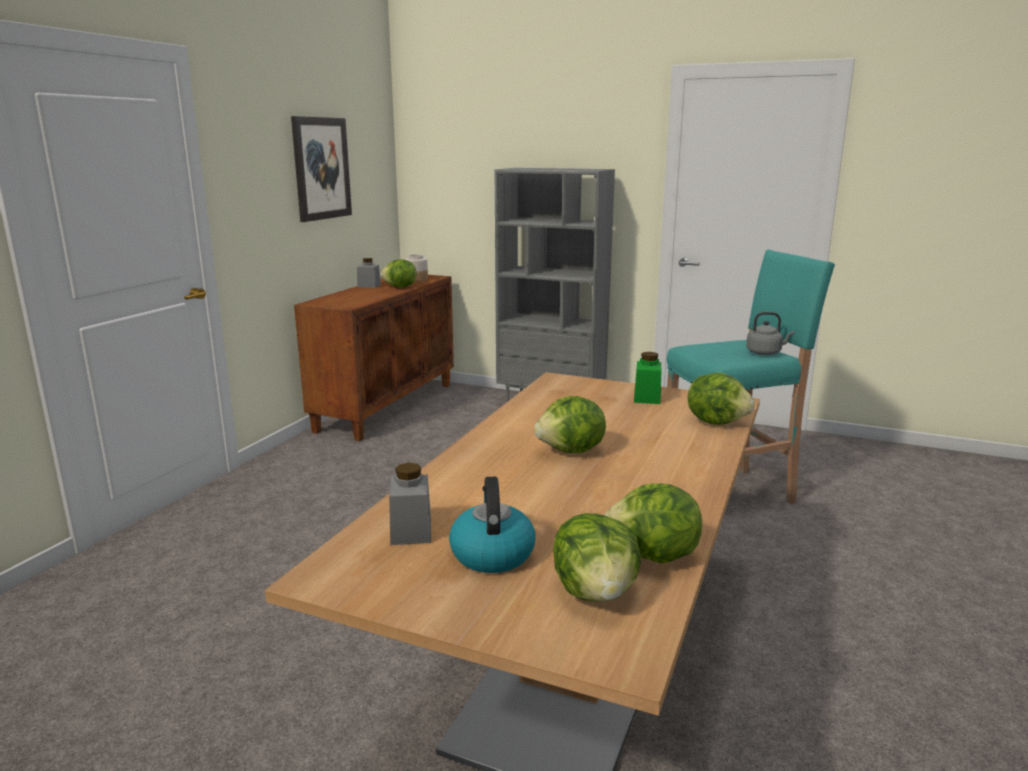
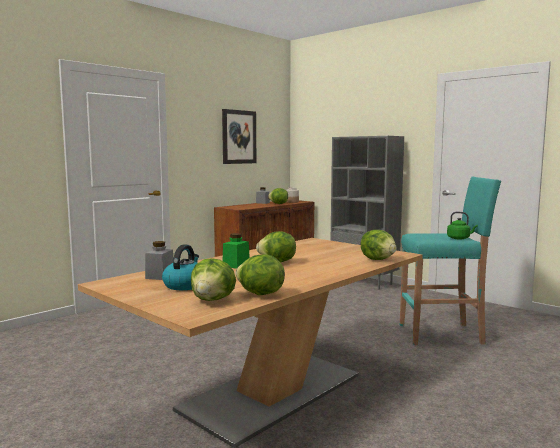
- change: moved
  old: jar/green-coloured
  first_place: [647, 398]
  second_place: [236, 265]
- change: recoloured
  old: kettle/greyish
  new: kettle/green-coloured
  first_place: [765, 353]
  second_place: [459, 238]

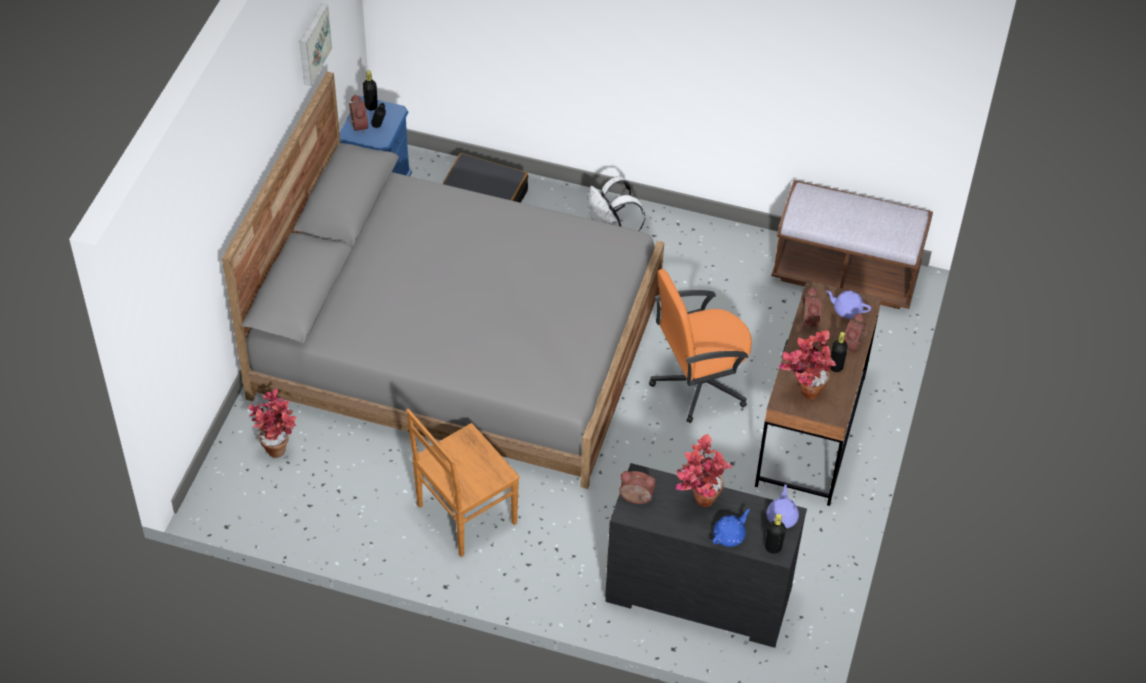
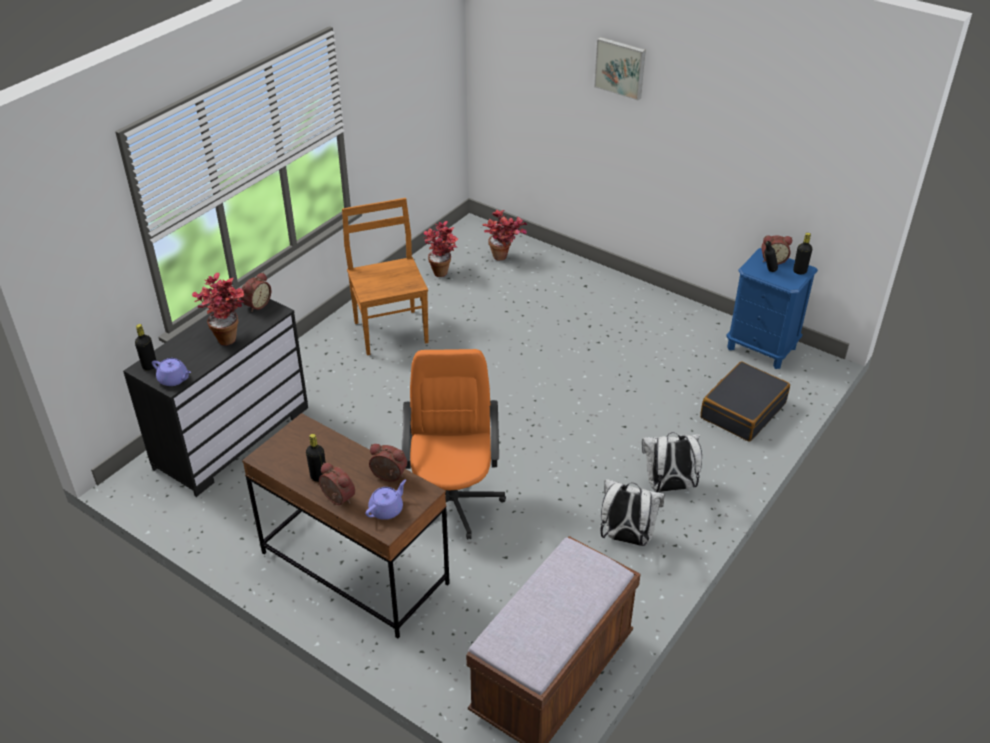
- change: removed
  old: bed/greyish
  first_place: [457, 344]
- change: moved
  old: wall picture
  first_place: [312, 44]
  second_place: [620, 67]
- change: removed
  old: tea pot/blue
  first_place: [729, 535]
- change: moved
  old: potted plant
  first_place: [802, 392]
  second_place: [442, 270]
- change: added
  new: rucksack/white-coloured
  second_place: [626, 538]

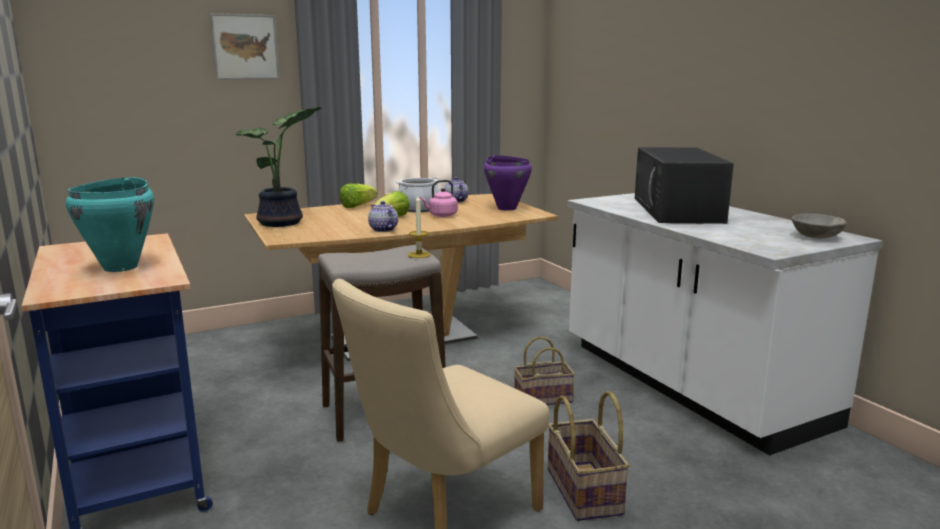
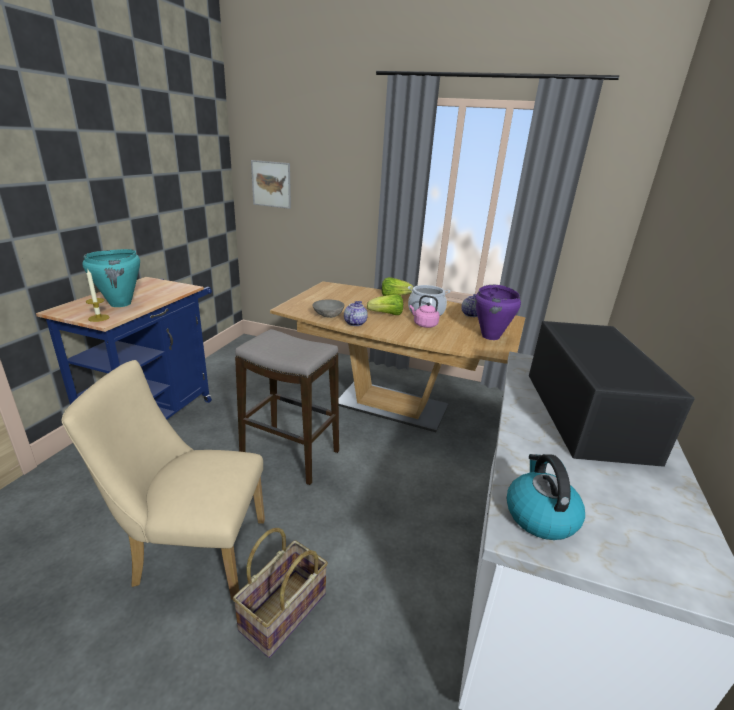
- change: moved
  old: wall picture
  first_place: [245, 47]
  second_place: [271, 184]
- change: removed
  old: potted plant
  first_place: [283, 223]
- change: moved
  old: wax candle
  first_place: [419, 255]
  second_place: [98, 318]
- change: removed
  old: storage basket
  first_place: [544, 398]
- change: turned
  old: microwave oven/blackish
  first_place: [678, 210]
  second_place: [584, 412]
  degrees: 135
- change: moved
  old: bowl/greyish
  first_place: [816, 236]
  second_place: [328, 315]
- change: added
  new: kettle
  second_place: [539, 515]

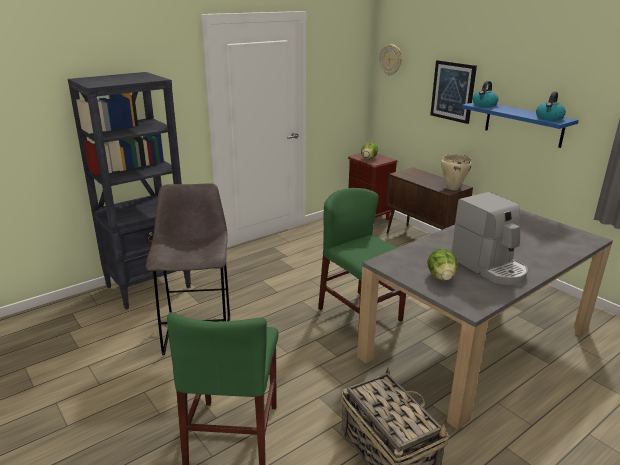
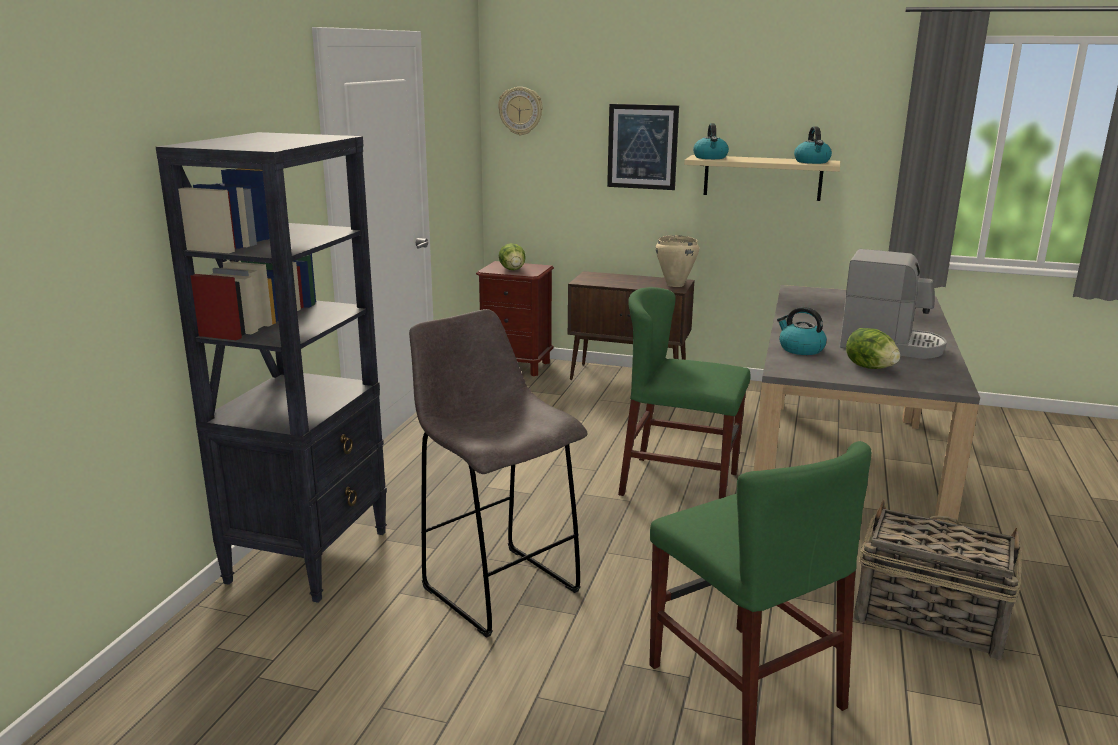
- change: recoloured
  old: wall shelf/blue
  new: wall shelf/beige-coloured
  first_place: [523, 124]
  second_place: [762, 177]
- change: added
  new: kettle
  second_place: [800, 349]

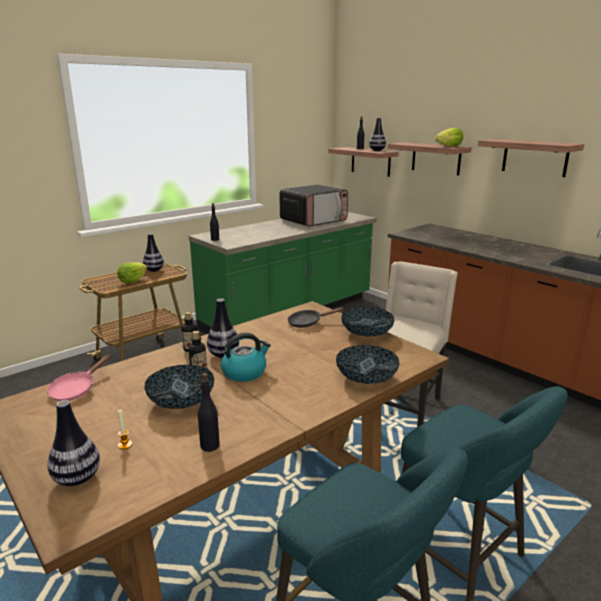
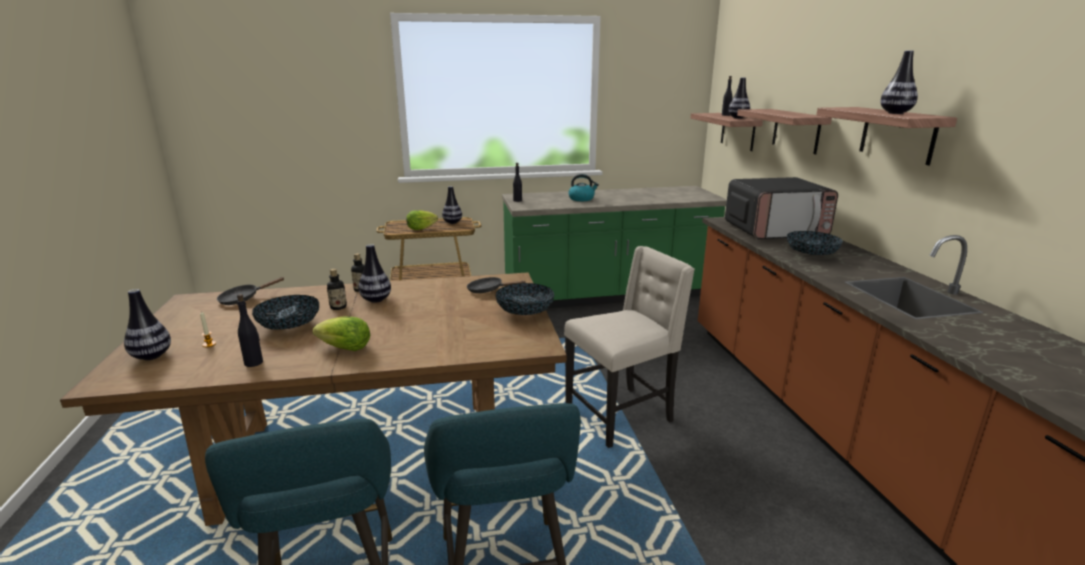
- change: recoloured
  old: pan/pink-coloured
  new: pan/blackish
  first_place: [76, 389]
  second_place: [243, 299]
- change: moved
  old: kettle
  first_place: [245, 372]
  second_place: [582, 199]
- change: moved
  old: microwave oven
  first_place: [314, 221]
  second_place: [775, 231]
- change: moved
  old: bowl
  first_place: [366, 378]
  second_place: [811, 255]
- change: moved
  old: head of lettuce
  first_place: [449, 146]
  second_place: [345, 348]
- change: added
  new: flower vase
  second_place: [895, 113]

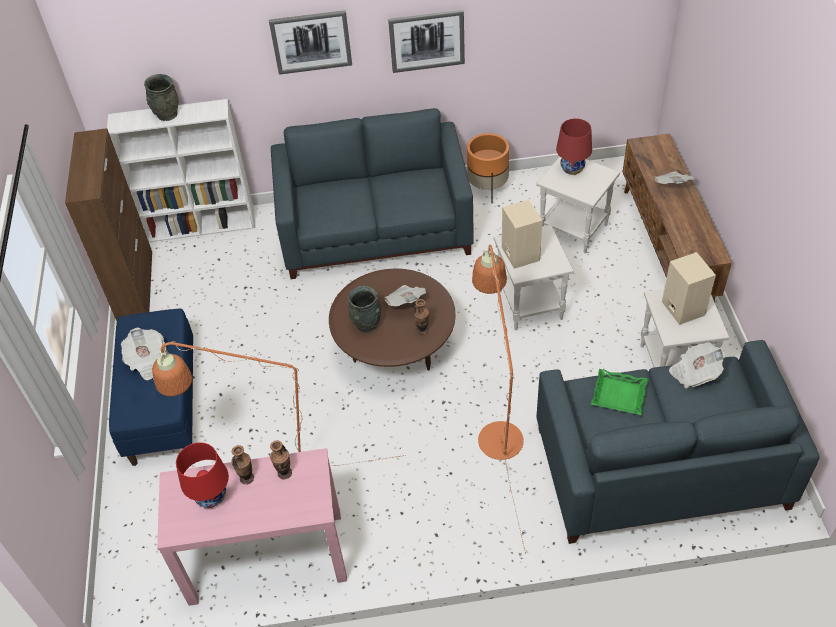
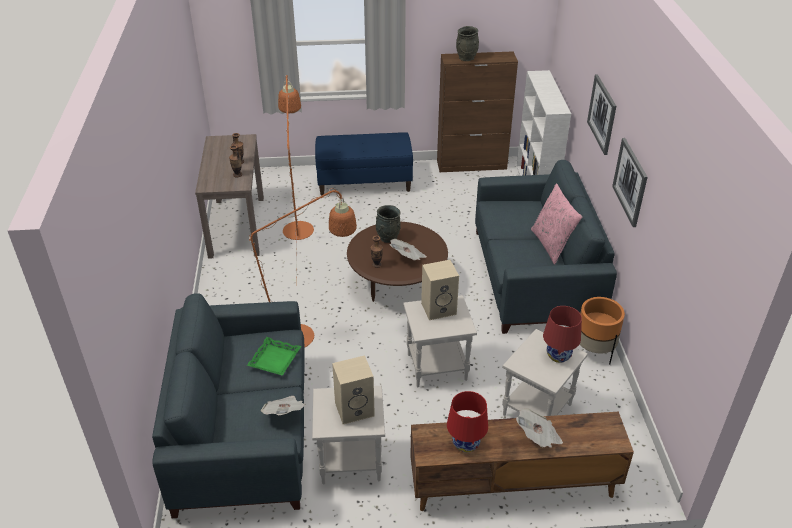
- change: removed
  old: printed paper
  first_place: [148, 361]
- change: moved
  old: flower vase/greyish
  first_place: [167, 114]
  second_place: [466, 58]
- change: recoloured
  old: console table/pink-coloured
  new: console table/brownish
  first_place: [266, 558]
  second_place: [237, 226]
- change: moved
  old: lamp for a table/red
  first_place: [211, 496]
  second_place: [466, 444]
- change: added
  new: cushion/pink-coloured
  second_place: [552, 245]

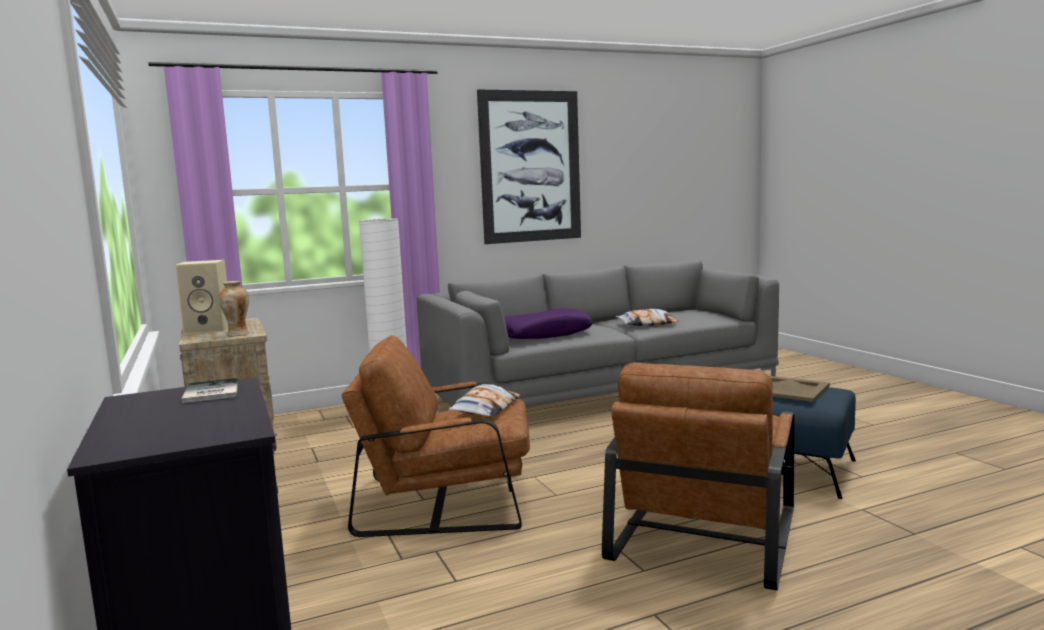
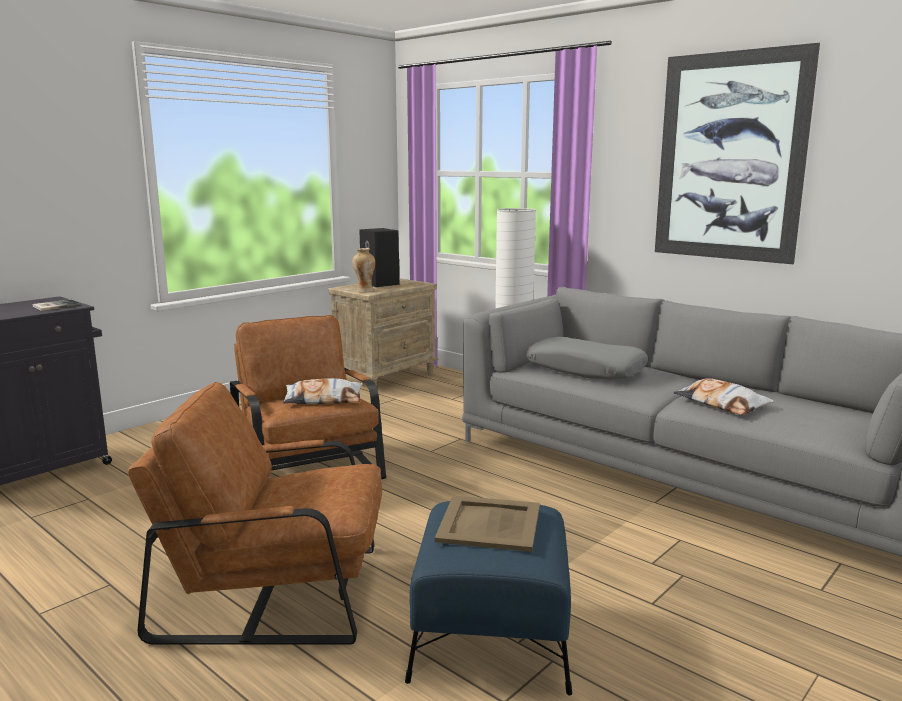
- change: recoloured
  old: audio speaker/beige-coloured
  new: audio speaker/blackish
  first_place: [209, 329]
  second_place: [381, 284]
- change: recoloured
  old: cushion/purple
  new: cushion/greyish
  first_place: [543, 334]
  second_place: [586, 370]

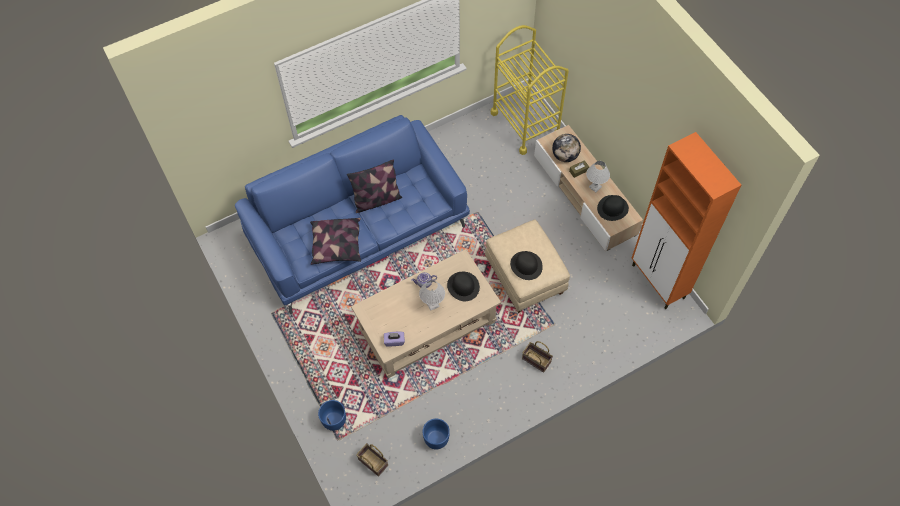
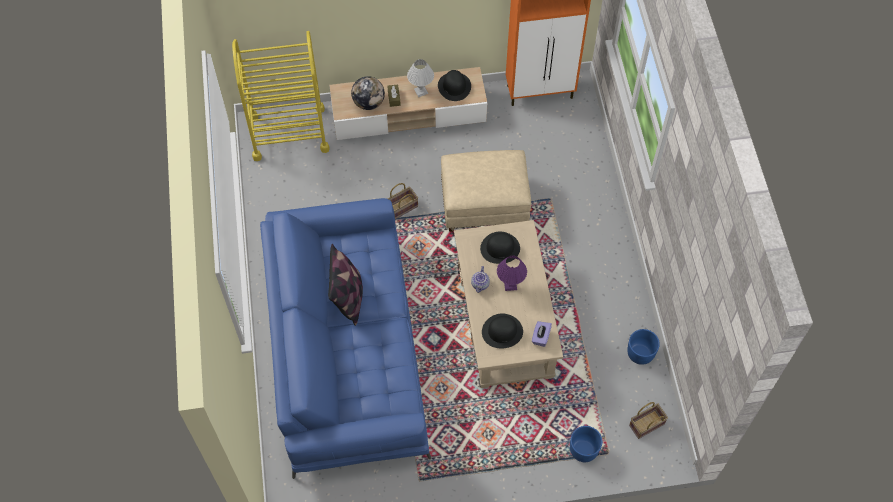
- change: removed
  old: cushion
  first_place: [337, 246]
- change: recoloured
  old: lamp for a table/white-coloured
  new: lamp for a table/purple
  first_place: [432, 304]
  second_place: [510, 285]
- change: moved
  old: hat/blackish
  first_place: [526, 265]
  second_place: [502, 331]
- change: moved
  old: storage basket
  first_place: [535, 360]
  second_place: [401, 208]

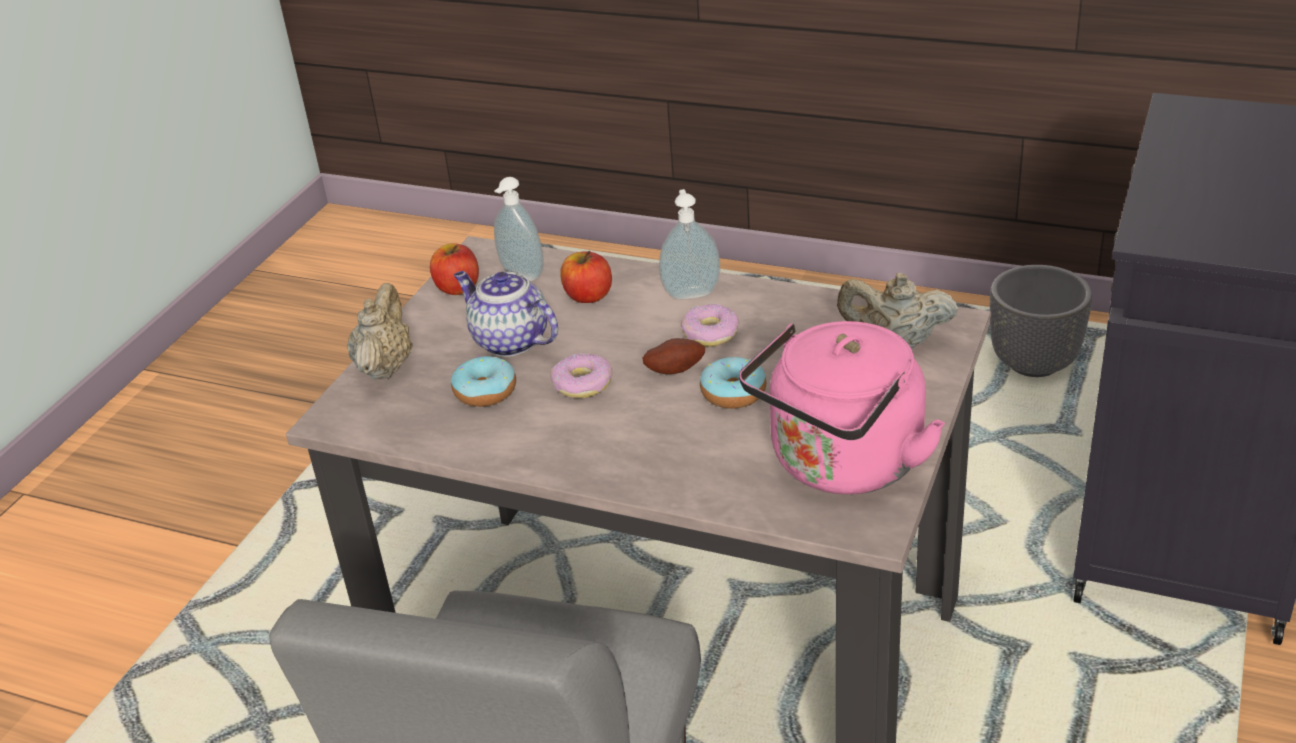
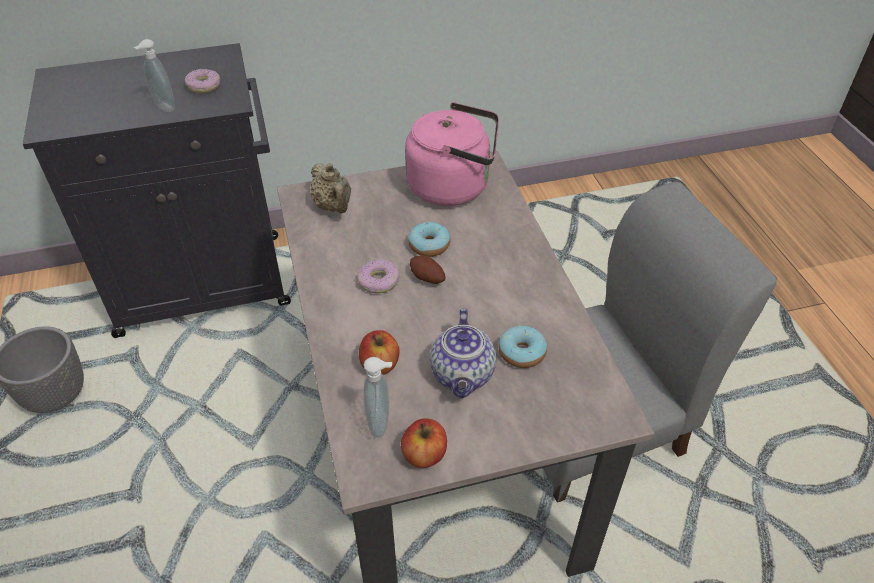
- change: removed
  old: tea pot/beige-coloured
  first_place: [385, 366]
- change: moved
  old: ring doughnut
  first_place: [582, 384]
  second_place: [204, 86]
- change: moved
  old: liquid soap bottle
  first_place: [691, 293]
  second_place: [163, 107]

